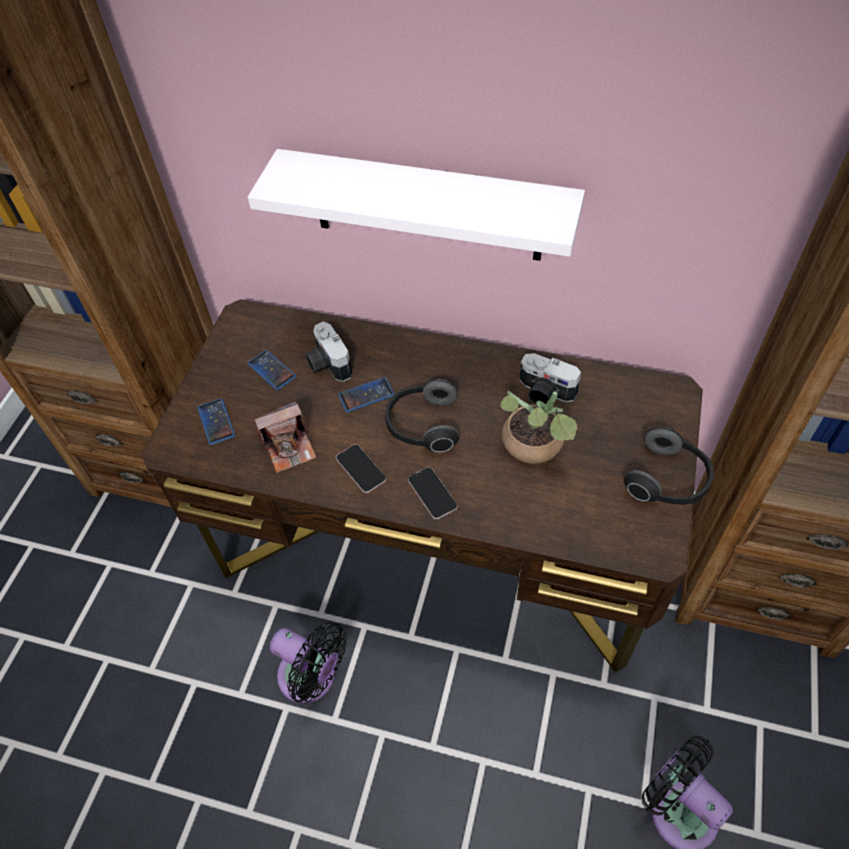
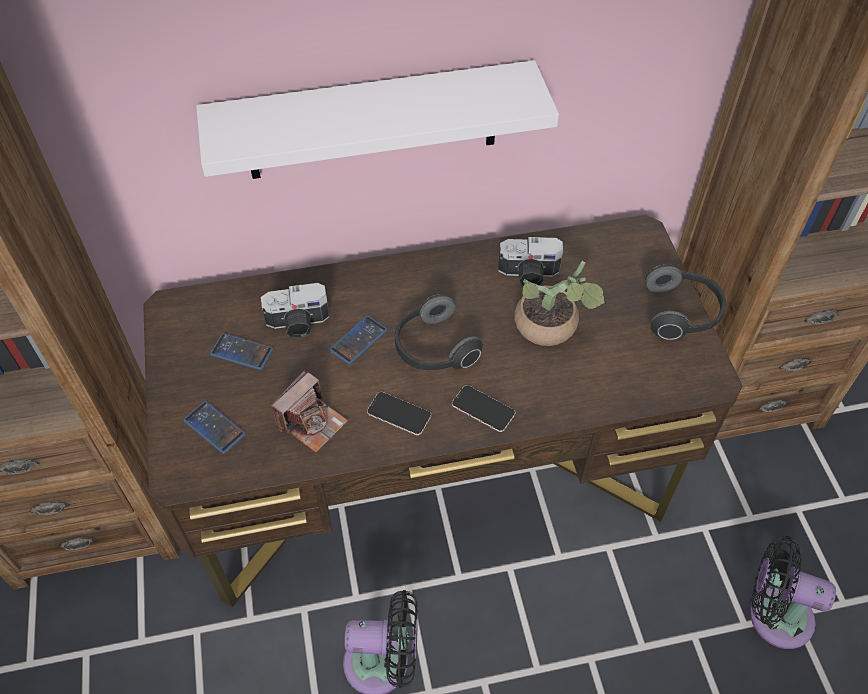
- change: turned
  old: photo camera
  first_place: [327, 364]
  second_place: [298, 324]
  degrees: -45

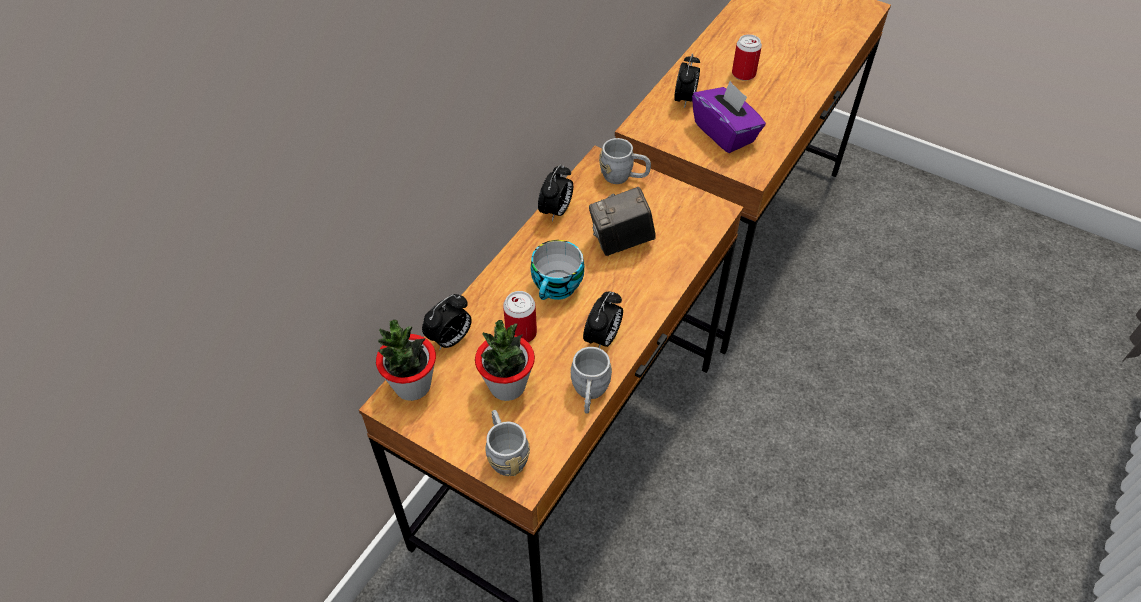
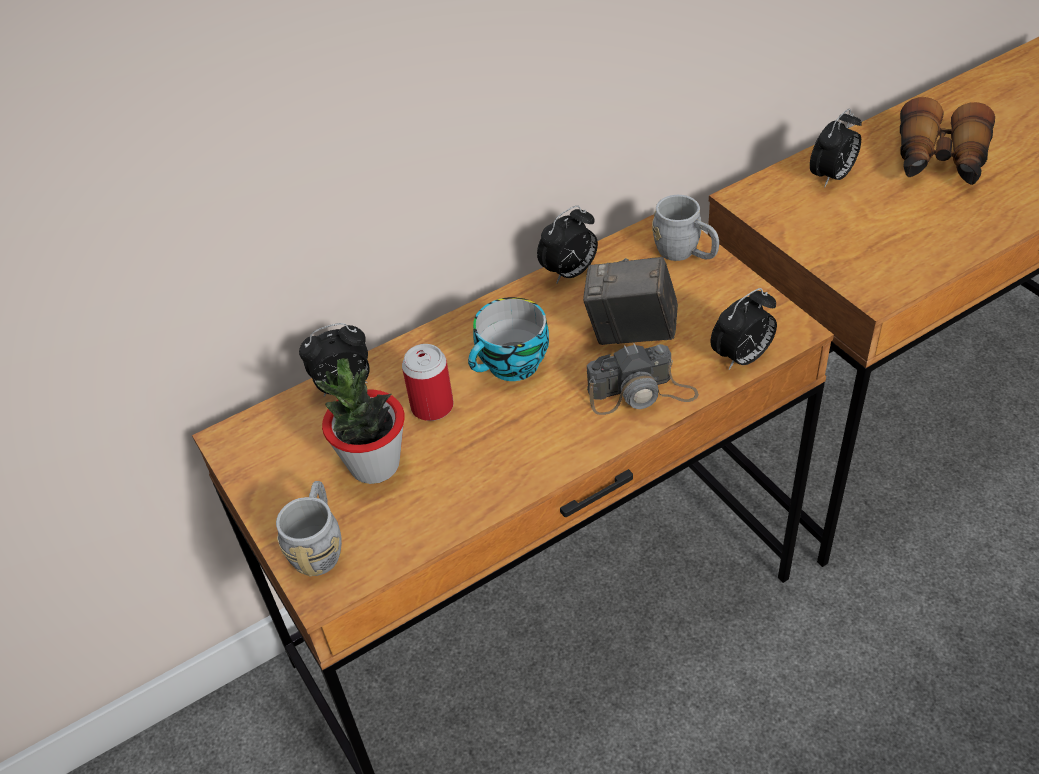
- change: removed
  old: potted plant
  first_place: [412, 386]
- change: removed
  old: mug/greyish
  first_place: [589, 394]
- change: moved
  old: alarm clock
  first_place: [603, 338]
  second_place: [742, 358]
- change: removed
  old: tissue holder/purple
  first_place: [725, 133]
- change: replaced
  old: metal can
  new: binoculars
  first_place: [743, 74]
  second_place: [940, 162]
- change: added
  new: photo camera
  second_place: [641, 393]

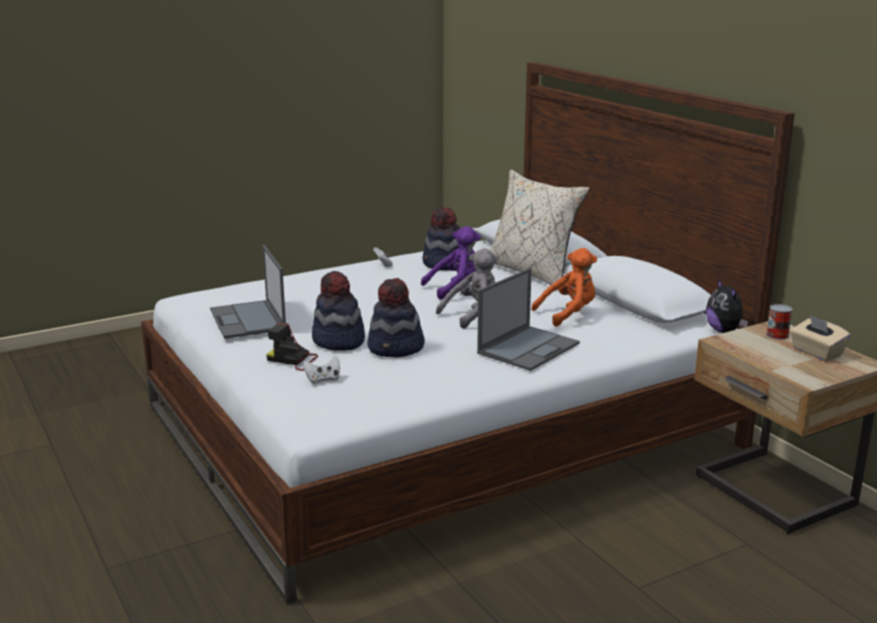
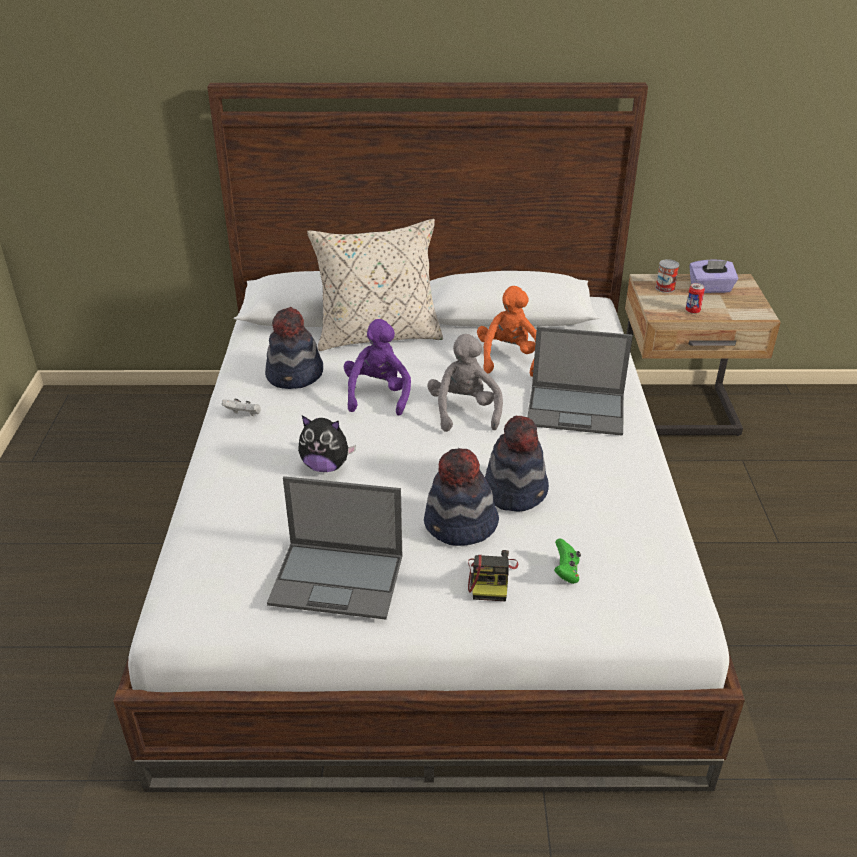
- change: turned
  old: photo camera
  first_place: [293, 360]
  second_place: [491, 578]
  degrees: -45
- change: recoloured
  old: joypad/white-coloured
  new: joypad/green-coloured
  first_place: [323, 380]
  second_place: [566, 572]
- change: turned
  old: portable computer
  first_place: [529, 348]
  second_place: [577, 410]
  degrees: 120
- change: moved
  old: cuddly toy
  first_place: [724, 331]
  second_place: [326, 466]
- change: recoloured
  old: tissue holder/beige-coloured
  new: tissue holder/purple
  first_place: [816, 353]
  second_place: [710, 288]
- change: added
  new: metal can
  second_place: [692, 311]

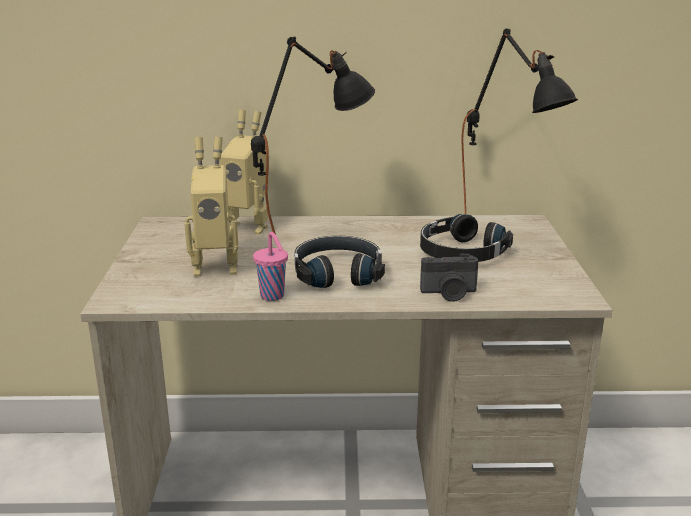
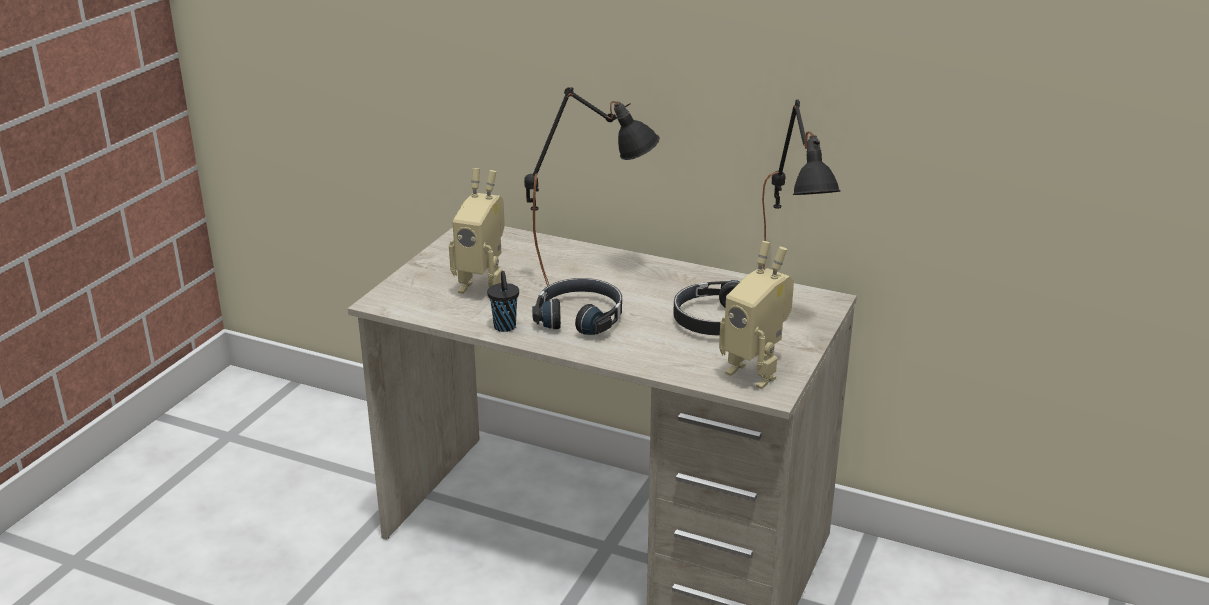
- change: moved
  old: toy robot
  first_place: [249, 226]
  second_place: [755, 372]
- change: recoloured
  old: small cup/pink-coloured
  new: small cup/blackish
  first_place: [273, 296]
  second_place: [505, 327]
- change: removed
  old: photo camera
  first_place: [449, 294]

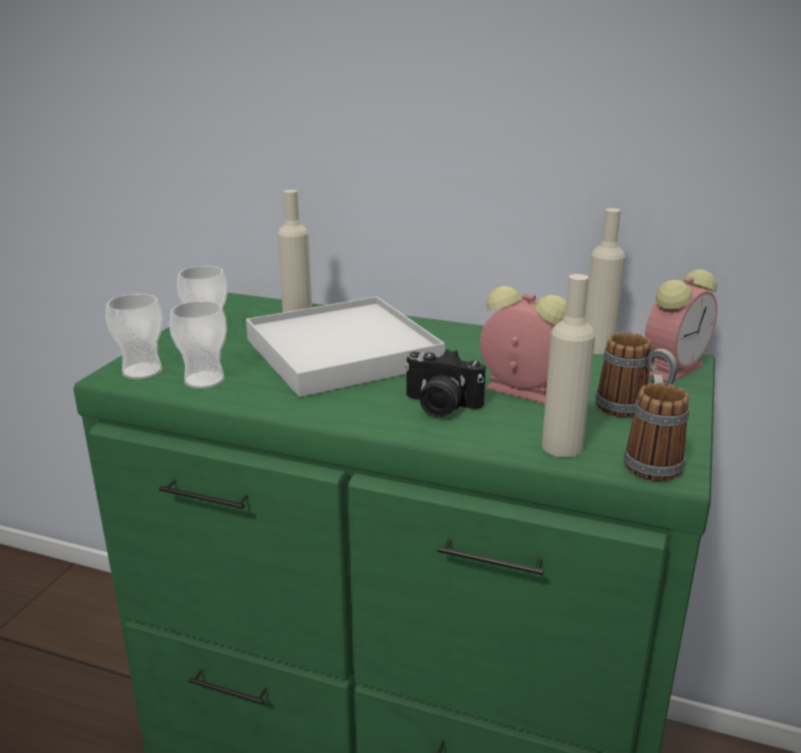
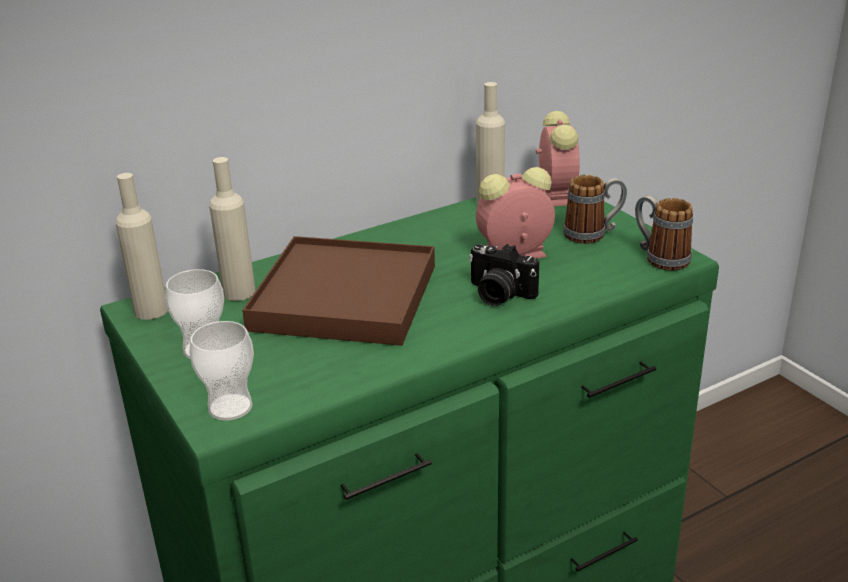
- change: removed
  old: small cup
  first_place: [204, 380]
- change: recoloured
  old: tray/white-coloured
  new: tray/brownish
  first_place: [342, 352]
  second_place: [345, 297]
- change: turned
  old: photo camera
  first_place: [440, 406]
  second_place: [498, 294]
  degrees: 60
- change: moved
  old: drink bottle/beige-coloured
  first_place: [562, 447]
  second_place: [151, 310]

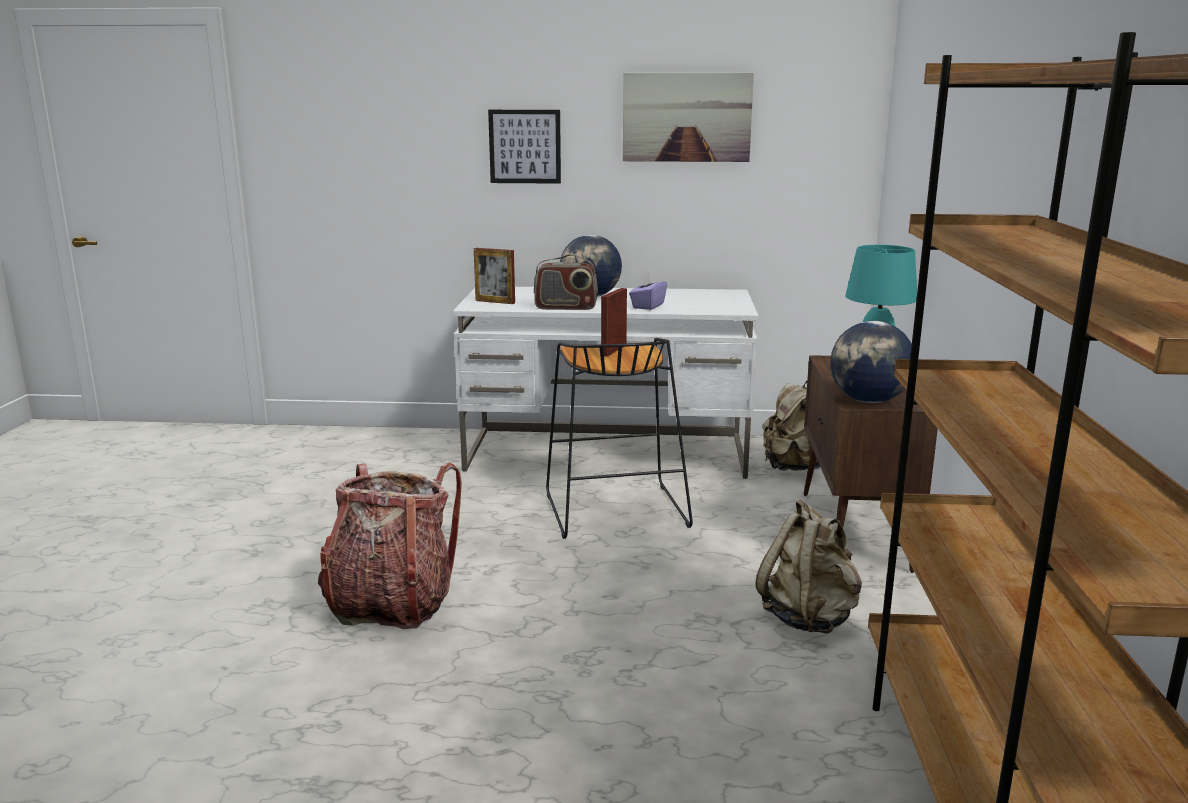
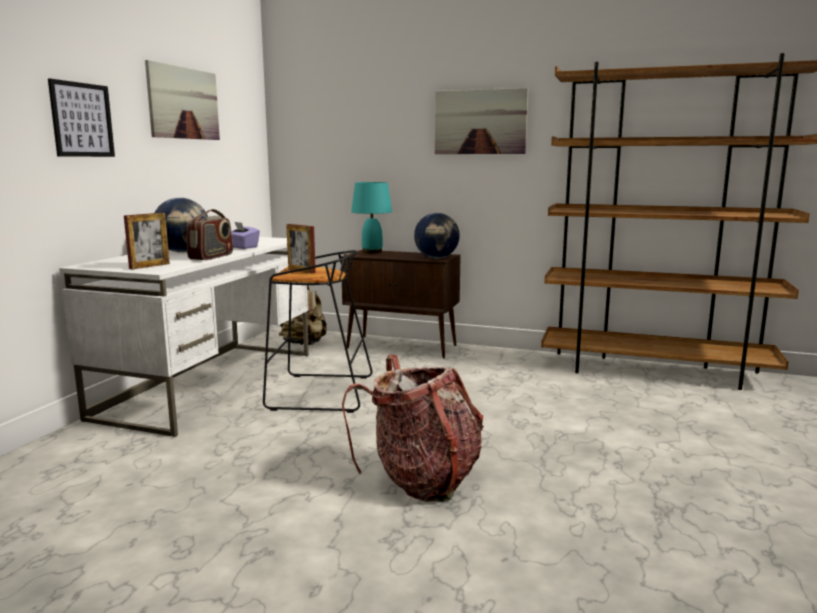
- change: removed
  old: rucksack/beige-coloured
  first_place: [809, 617]
- change: added
  new: wall picture
  second_place: [480, 122]

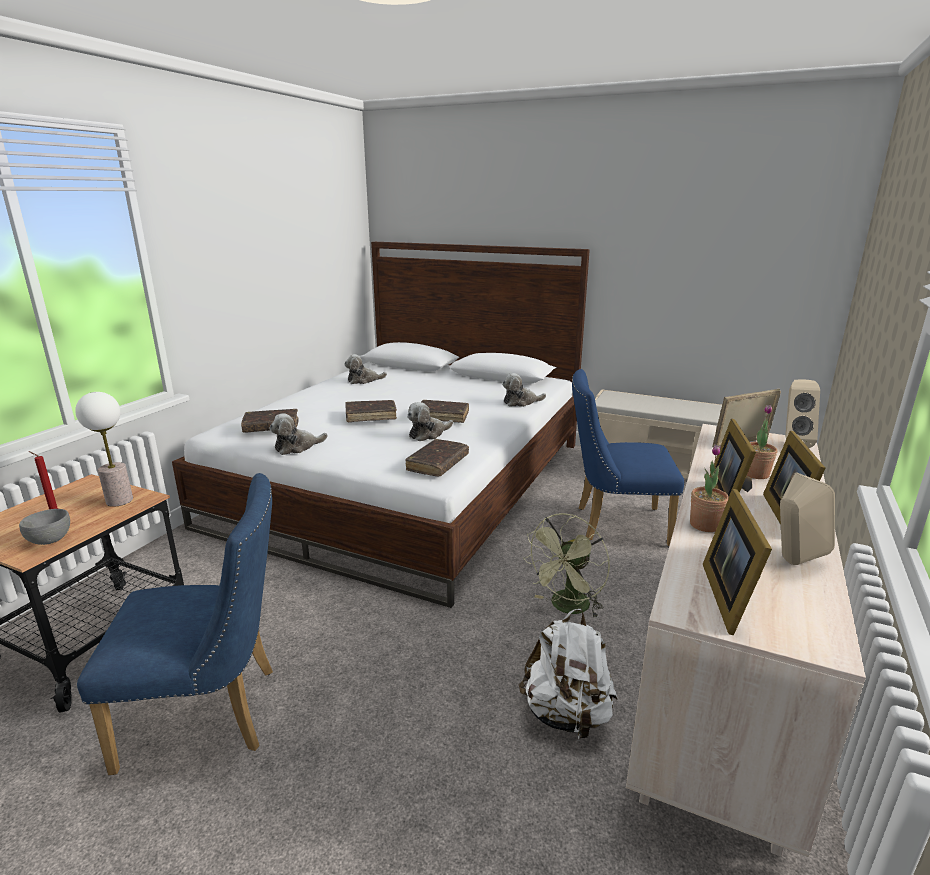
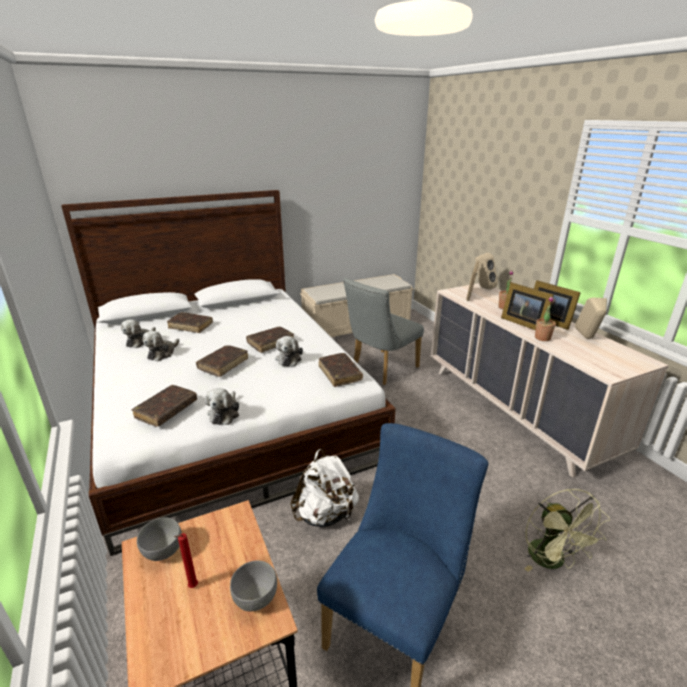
- change: removed
  old: lamp for a table
  first_place: [119, 501]
- change: moved
  old: cuddly toy
  first_place: [521, 402]
  second_place: [162, 353]
- change: moved
  old: rucksack/white-coloured
  first_place: [566, 714]
  second_place: [325, 514]
- change: moved
  old: electric fan/green-coloured
  first_place: [567, 608]
  second_place: [552, 561]
- change: recoloured
  old: upright chair/blue
  new: upright chair/greyish
  first_place: [614, 524]
  second_place: [380, 370]
- change: removed
  old: standing frame
  first_place: [731, 596]
- change: added
  new: bowl/greyish
  second_place: [163, 550]
- change: added
  new: book/brownish
  second_place: [190, 326]

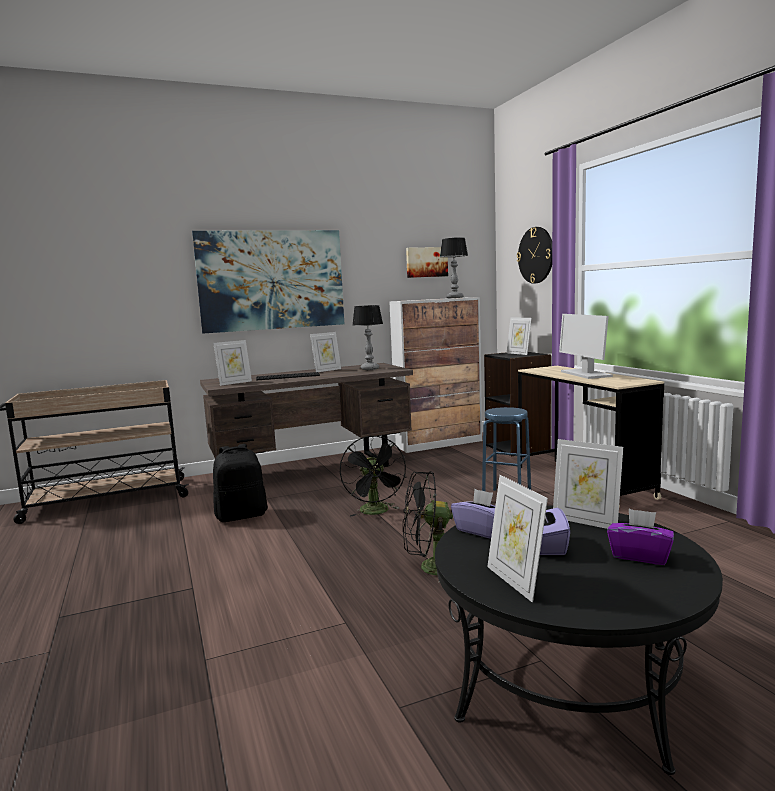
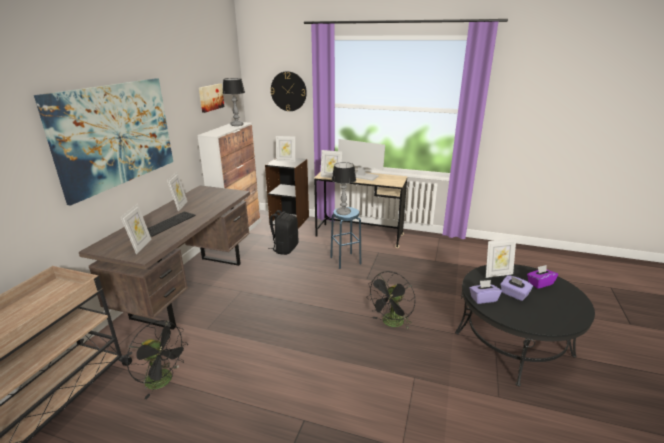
- change: moved
  old: rucksack/blackish
  first_place: [241, 515]
  second_place: [285, 249]
- change: moved
  old: electric fan/blackish
  first_place: [376, 512]
  second_place: [164, 381]
- change: moved
  old: lamp for a table
  first_place: [369, 369]
  second_place: [343, 213]
- change: moved
  old: standing frame
  first_place: [515, 581]
  second_place: [331, 177]

